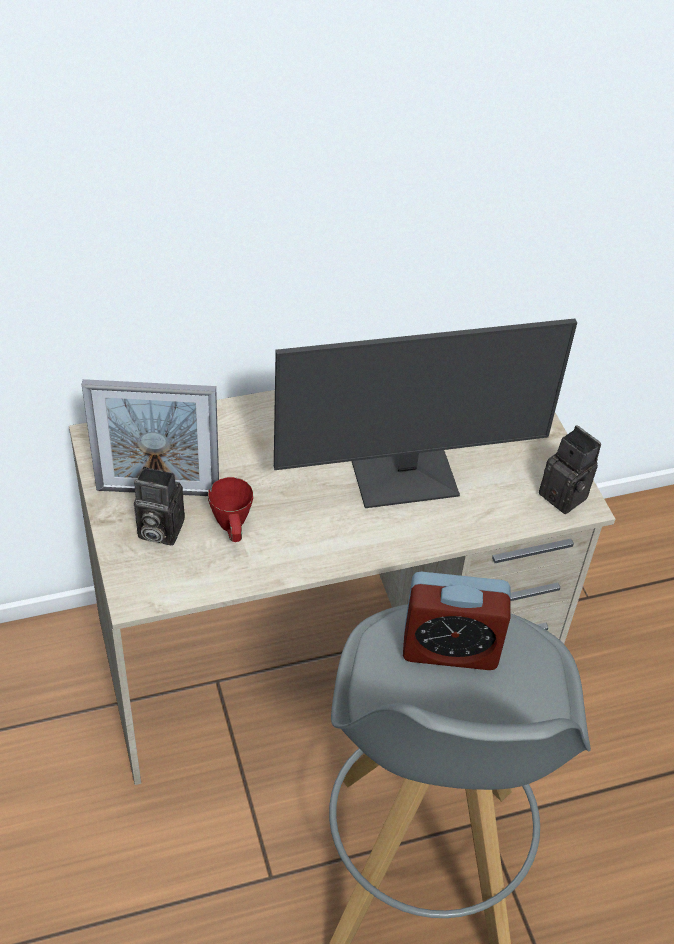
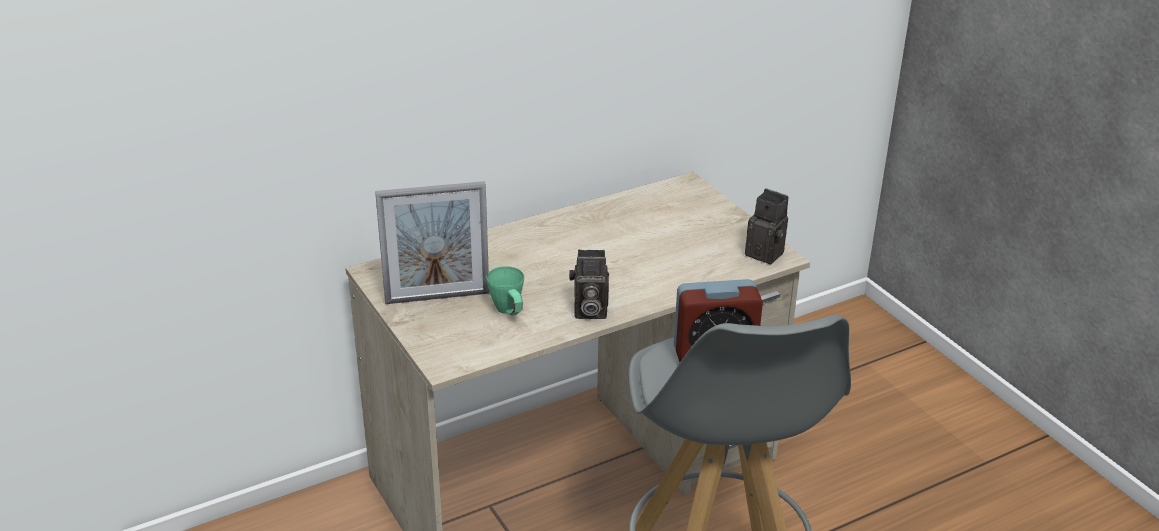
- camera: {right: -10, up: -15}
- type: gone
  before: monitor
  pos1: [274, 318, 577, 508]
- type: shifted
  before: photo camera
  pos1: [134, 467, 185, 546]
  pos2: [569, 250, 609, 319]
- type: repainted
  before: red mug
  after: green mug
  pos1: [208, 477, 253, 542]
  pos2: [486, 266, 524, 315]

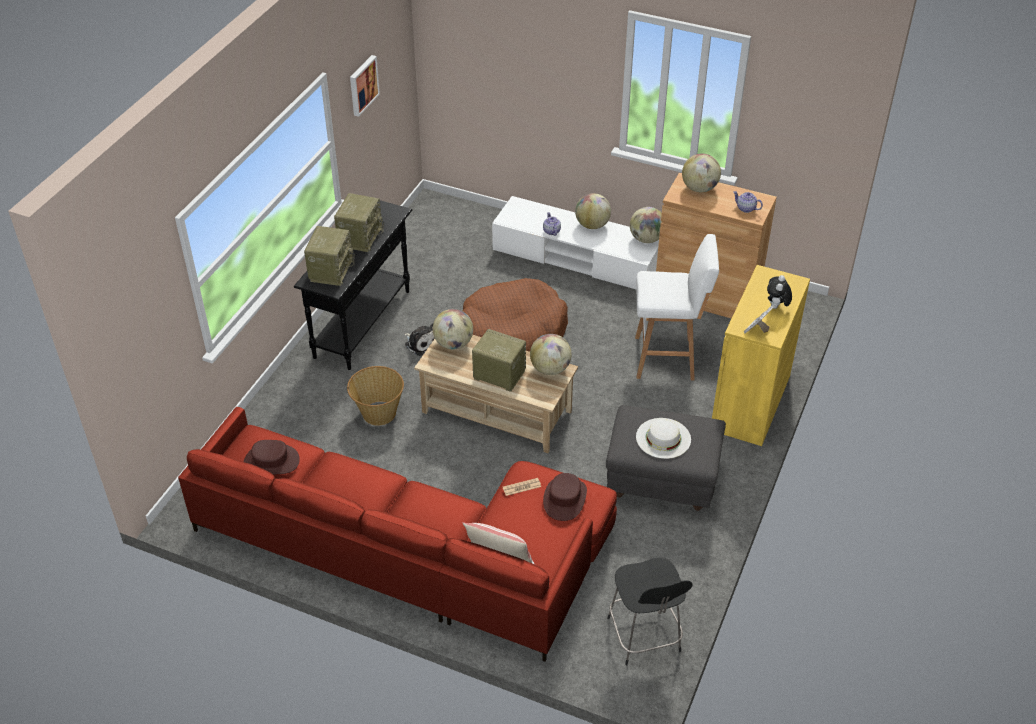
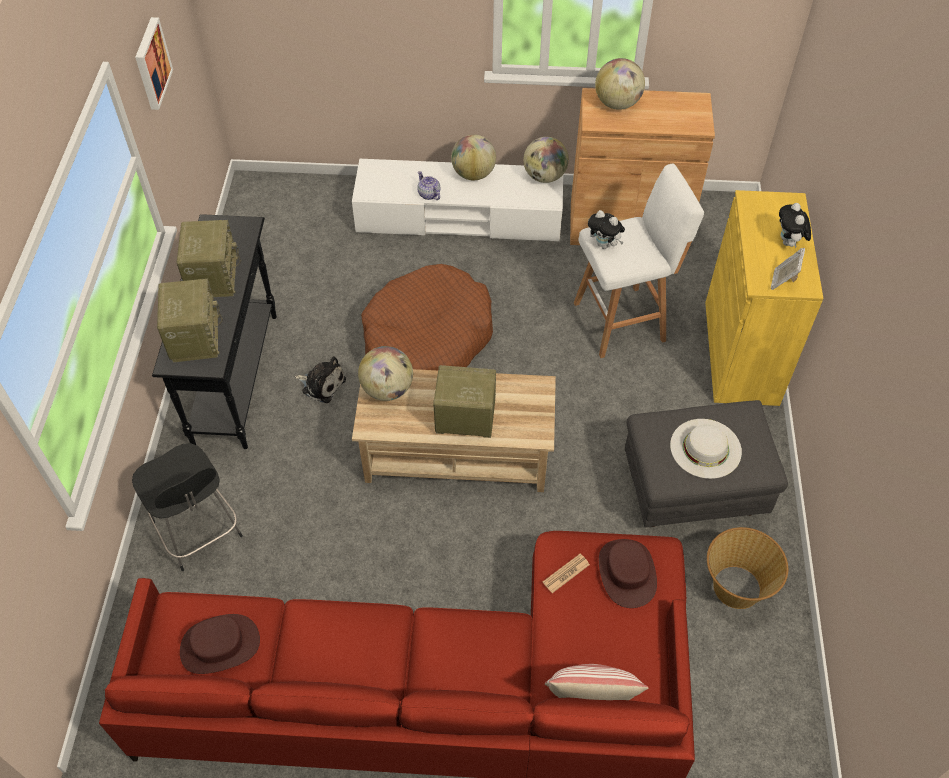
- camera: {right: -20, up: 10}
- type: gone
  before: globe
  pos1: [530, 334, 571, 375]
- type: gone
  before: teapot
  pos1: [733, 191, 763, 213]
- type: new
  after: plush toy
  pos2: [588, 210, 625, 249]
- type: shifted
  before: basket
  pos1: [347, 366, 404, 425]
  pos2: [707, 527, 788, 609]
- type: shifted
  before: black stool
  pos1: [607, 558, 693, 665]
  pos2: [132, 443, 243, 571]

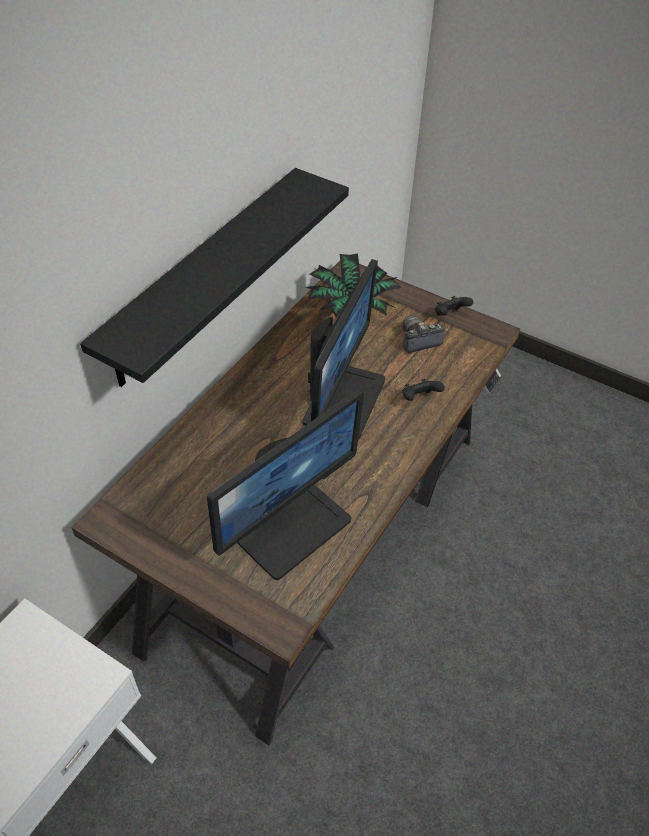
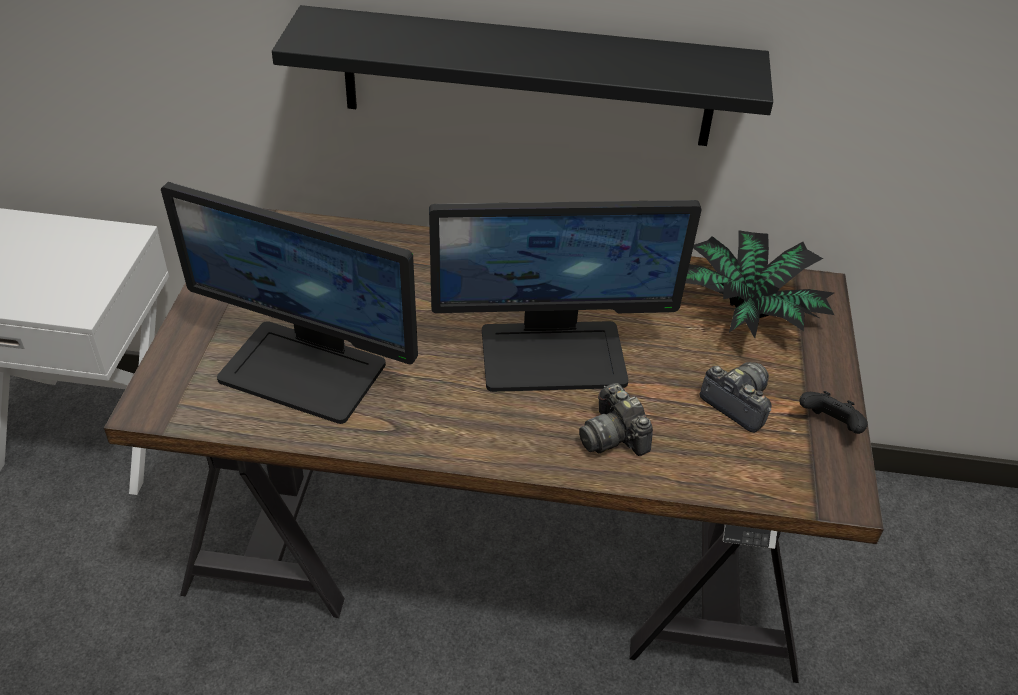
- camera: {right: 65, up: -5}
- type: swapped
  before: black game controller
  after: photo camera
  pos1: [402, 379, 445, 401]
  pos2: [579, 383, 653, 456]

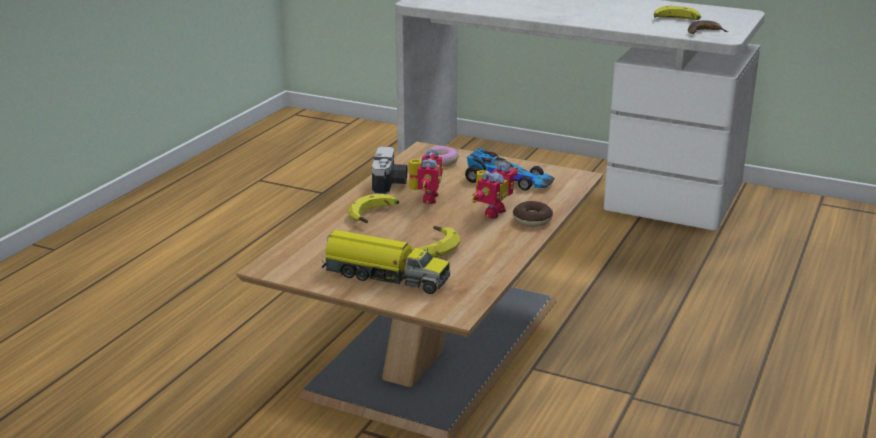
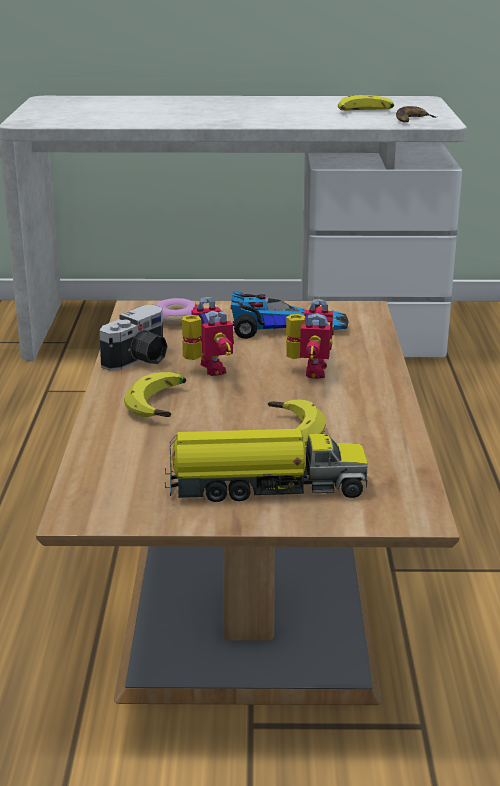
- camera: {right: -25, up: 0}
- type: gone
  before: donut
  pos1: [513, 201, 553, 227]
- type: rotated
  before: photo camera
  pos1: [372, 146, 408, 194]
  pos2: [99, 305, 167, 371]
  turn: 60

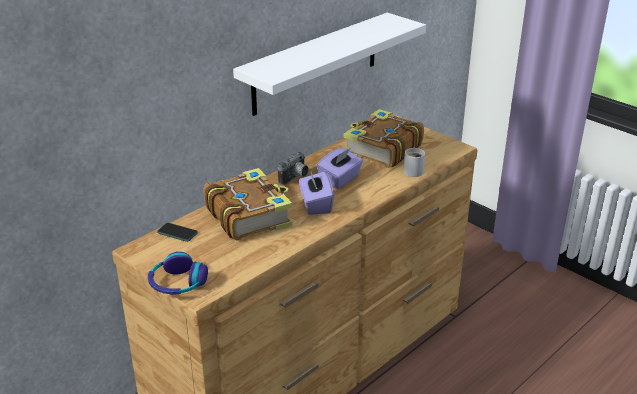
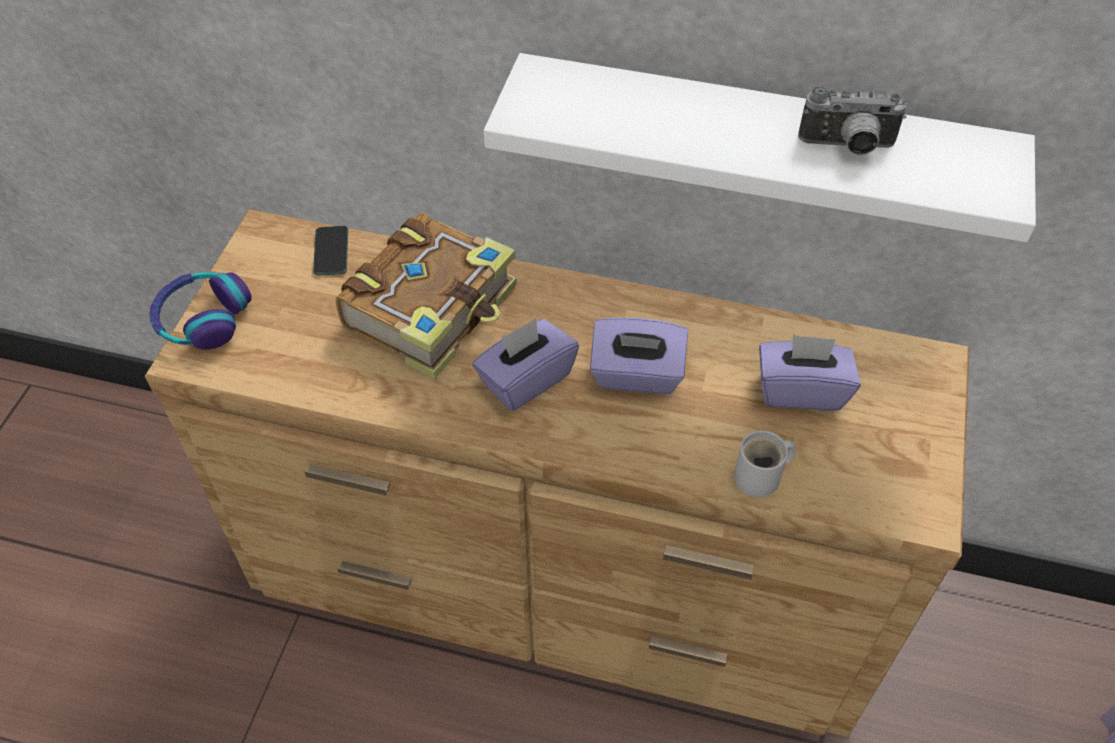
- camera: {right: 60, up: 20}
- type: shifted
  before: photo camera
  pos1: [278, 152, 308, 185]
  pos2: [798, 86, 906, 155]
- type: swapped
  before: book
  after: purple tissue box
  pos1: [343, 109, 424, 168]
  pos2: [759, 334, 861, 411]

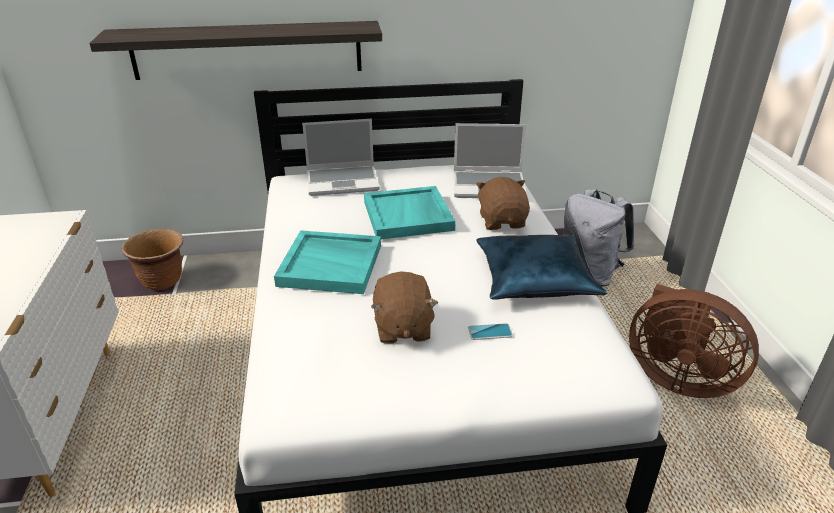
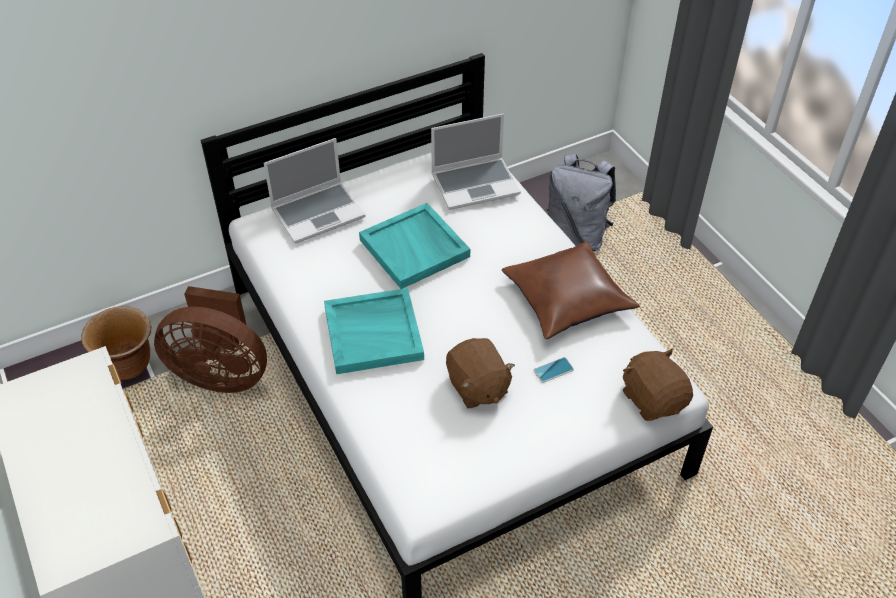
- camera: {right: -20, up: 15}
- type: gone
  before: shelf
  pos1: [89, 21, 382, 80]
- type: shifted
  before: brown plush toy
  pos1: [476, 177, 530, 230]
  pos2: [623, 349, 693, 421]
- type: shifted
  before: brown fan
  pos1: [629, 284, 759, 398]
  pos2: [154, 286, 267, 393]
- type: repainted
  before: blue pillow
  after: brown pillow
  pos1: [476, 235, 607, 300]
  pos2: [502, 241, 640, 339]

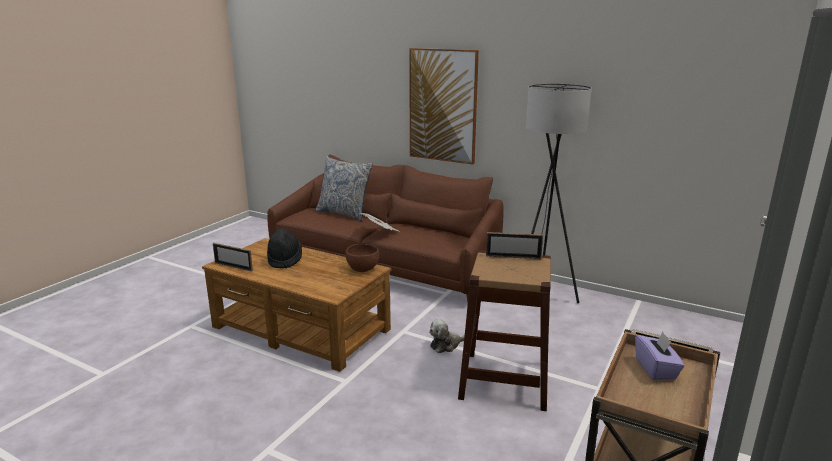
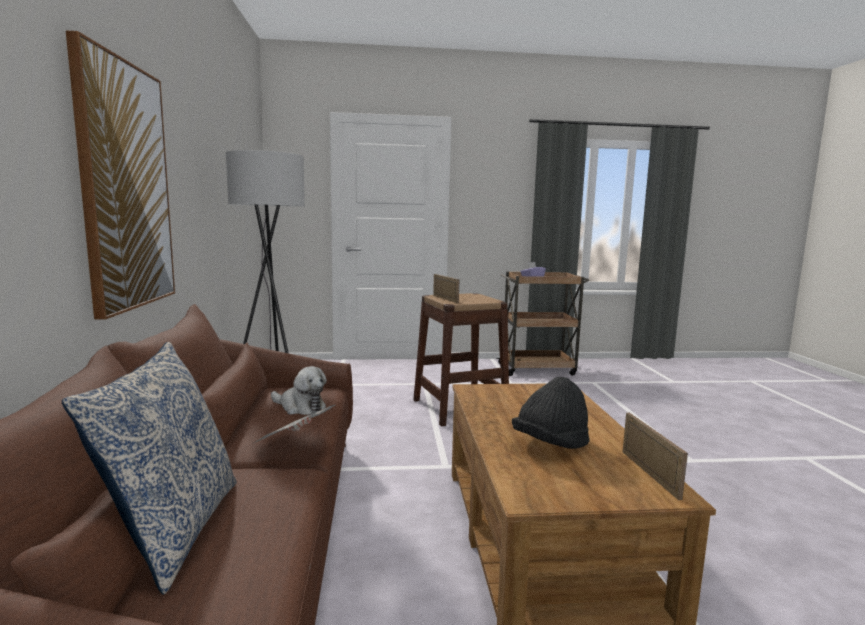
- camera: {right: -125, up: -10}
- type: gone
  before: brown bowl
  pos1: [345, 244, 379, 272]
- type: shifted
  before: plush toy
  pos1: [429, 320, 465, 353]
  pos2: [271, 366, 327, 415]

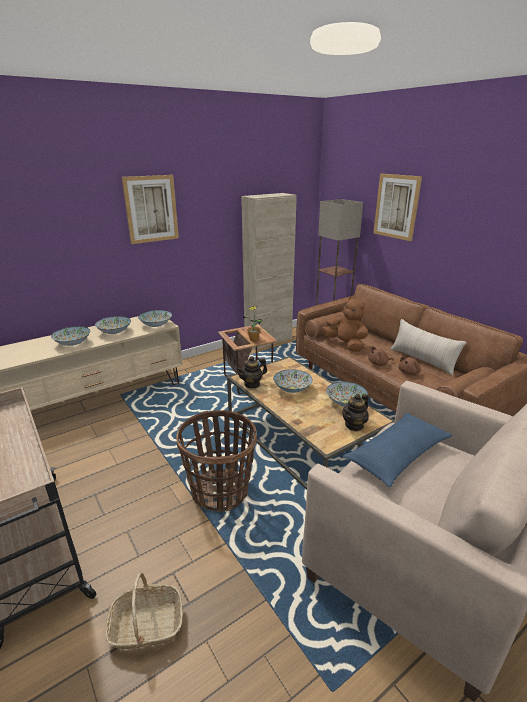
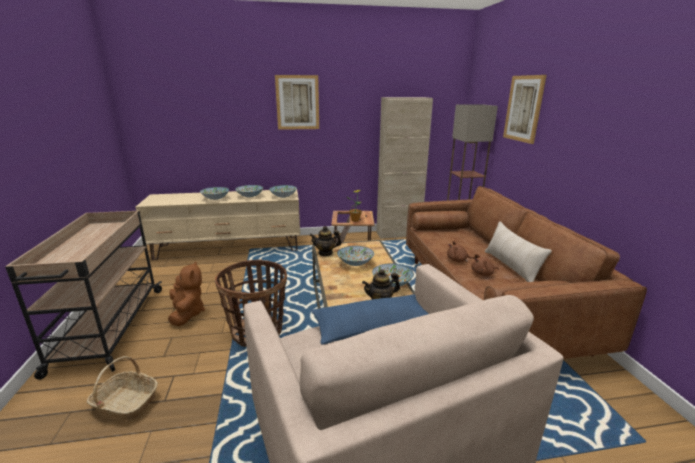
- camera: {right: 25, up: -5}
- type: shifted
  before: brown plush toy
  pos1: [322, 296, 368, 352]
  pos2: [168, 261, 205, 326]

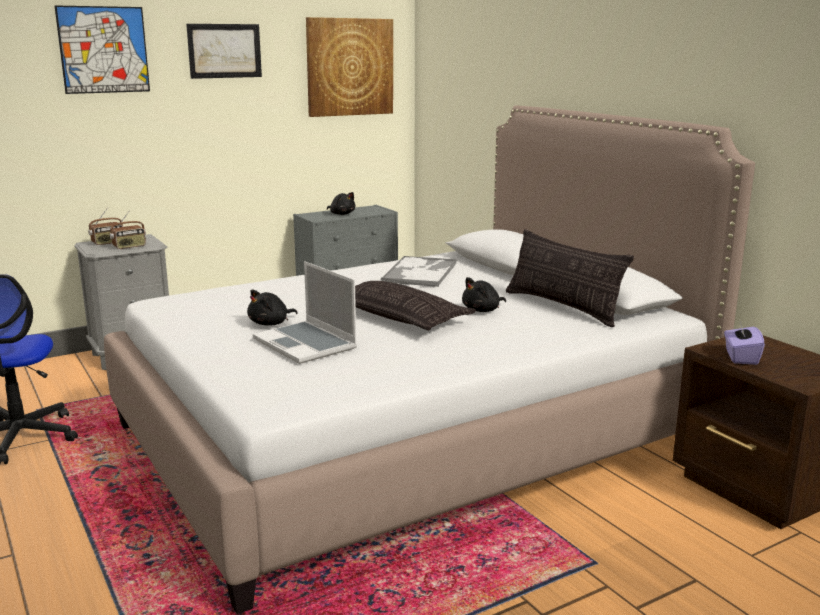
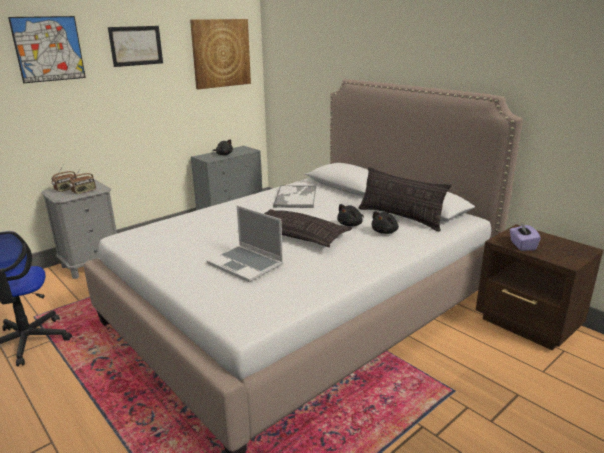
- camera: {right: -10, up: 5}
- type: shifted
  before: black plush toy
  pos1: [247, 289, 298, 326]
  pos2: [371, 211, 399, 234]

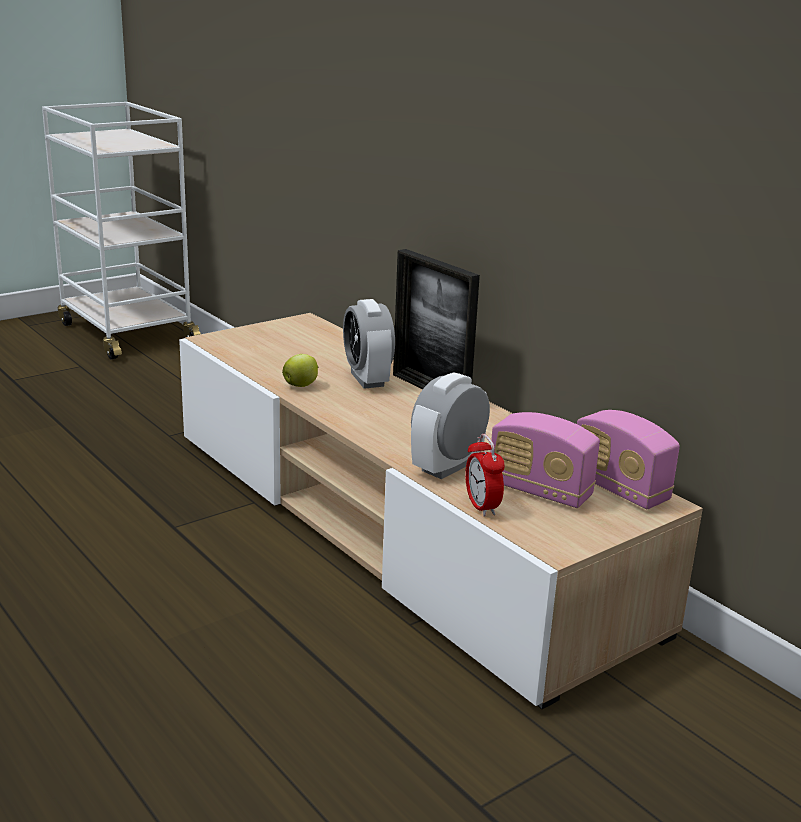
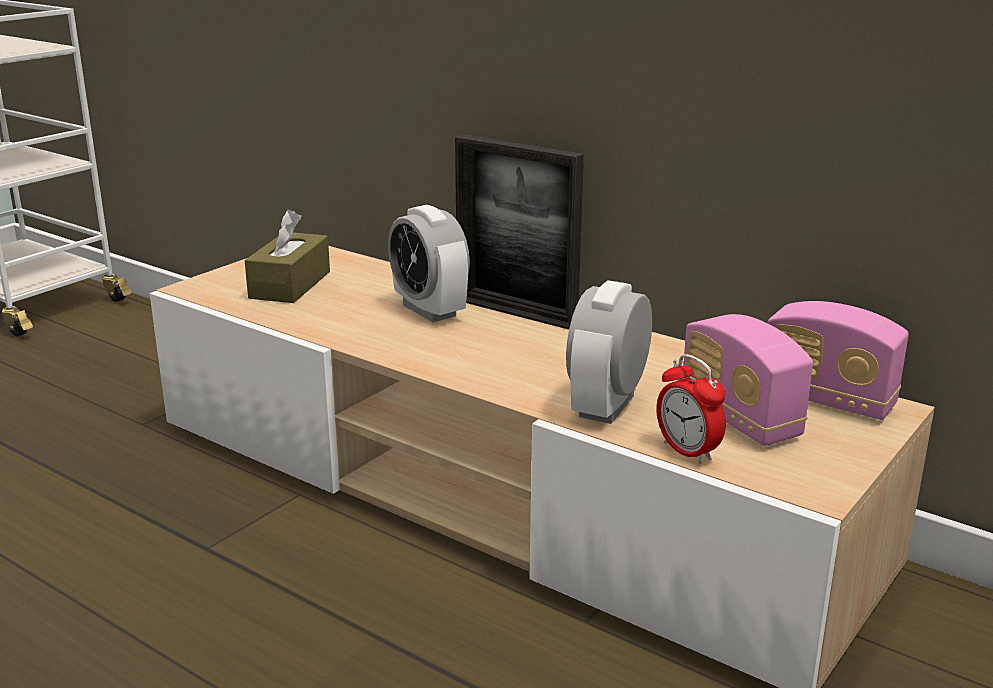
- camera: {right: -15, up: 0}
- type: gone
  before: apple
  pos1: [282, 354, 318, 387]
- type: new
  after: brown tissue box
  pos2: [245, 210, 330, 303]
- type: rotated
  before: radio
  pos1: [490, 412, 600, 508]
  pos2: [682, 314, 813, 446]
  turn: 45

